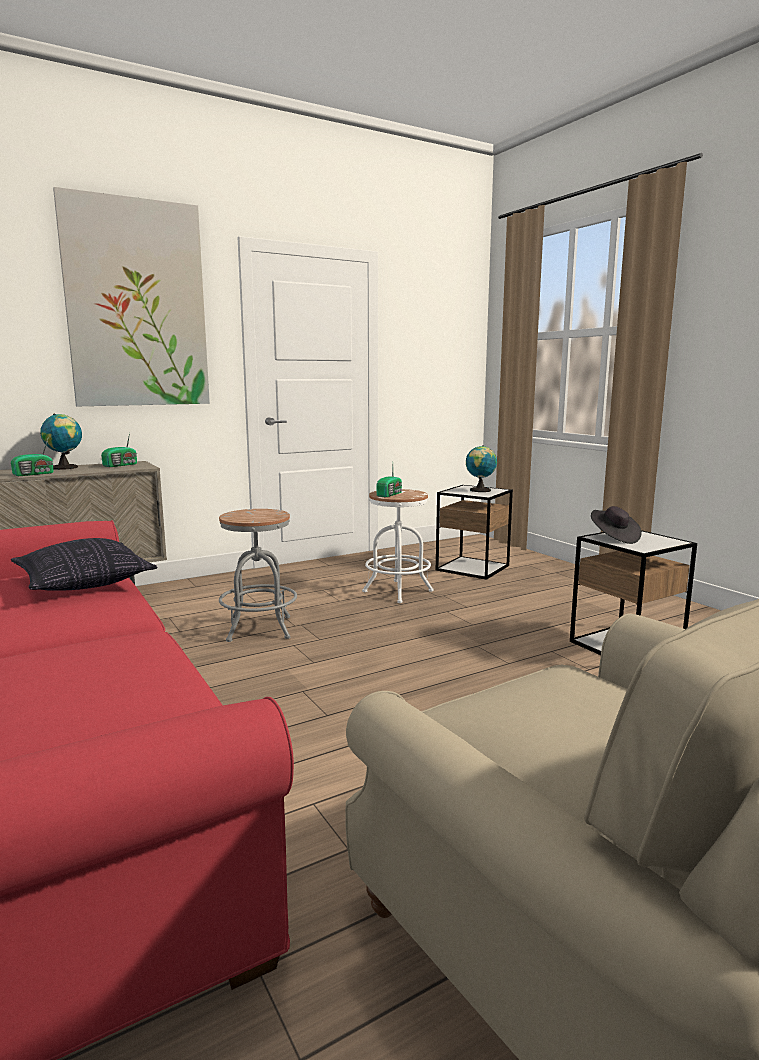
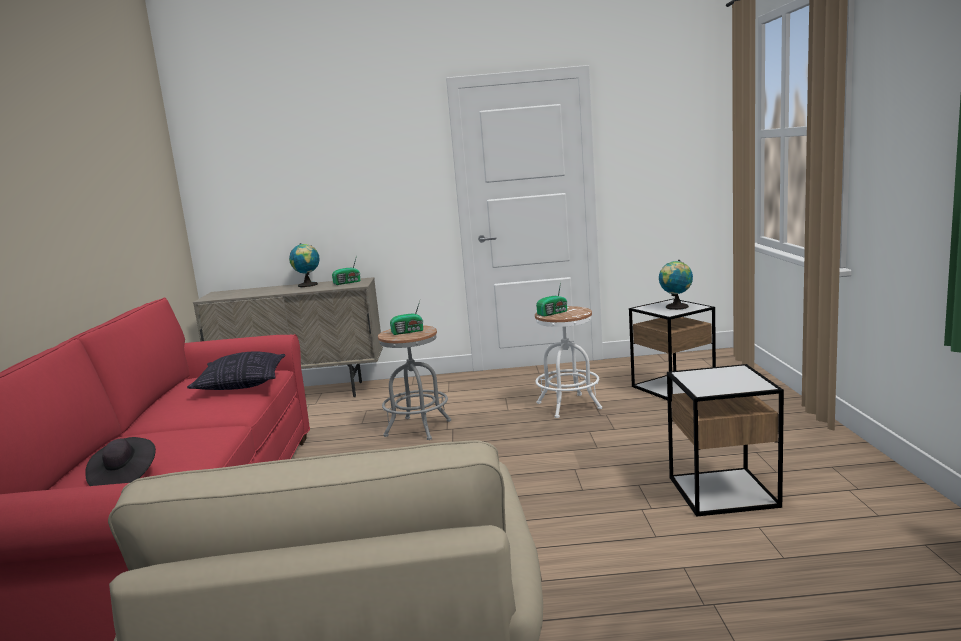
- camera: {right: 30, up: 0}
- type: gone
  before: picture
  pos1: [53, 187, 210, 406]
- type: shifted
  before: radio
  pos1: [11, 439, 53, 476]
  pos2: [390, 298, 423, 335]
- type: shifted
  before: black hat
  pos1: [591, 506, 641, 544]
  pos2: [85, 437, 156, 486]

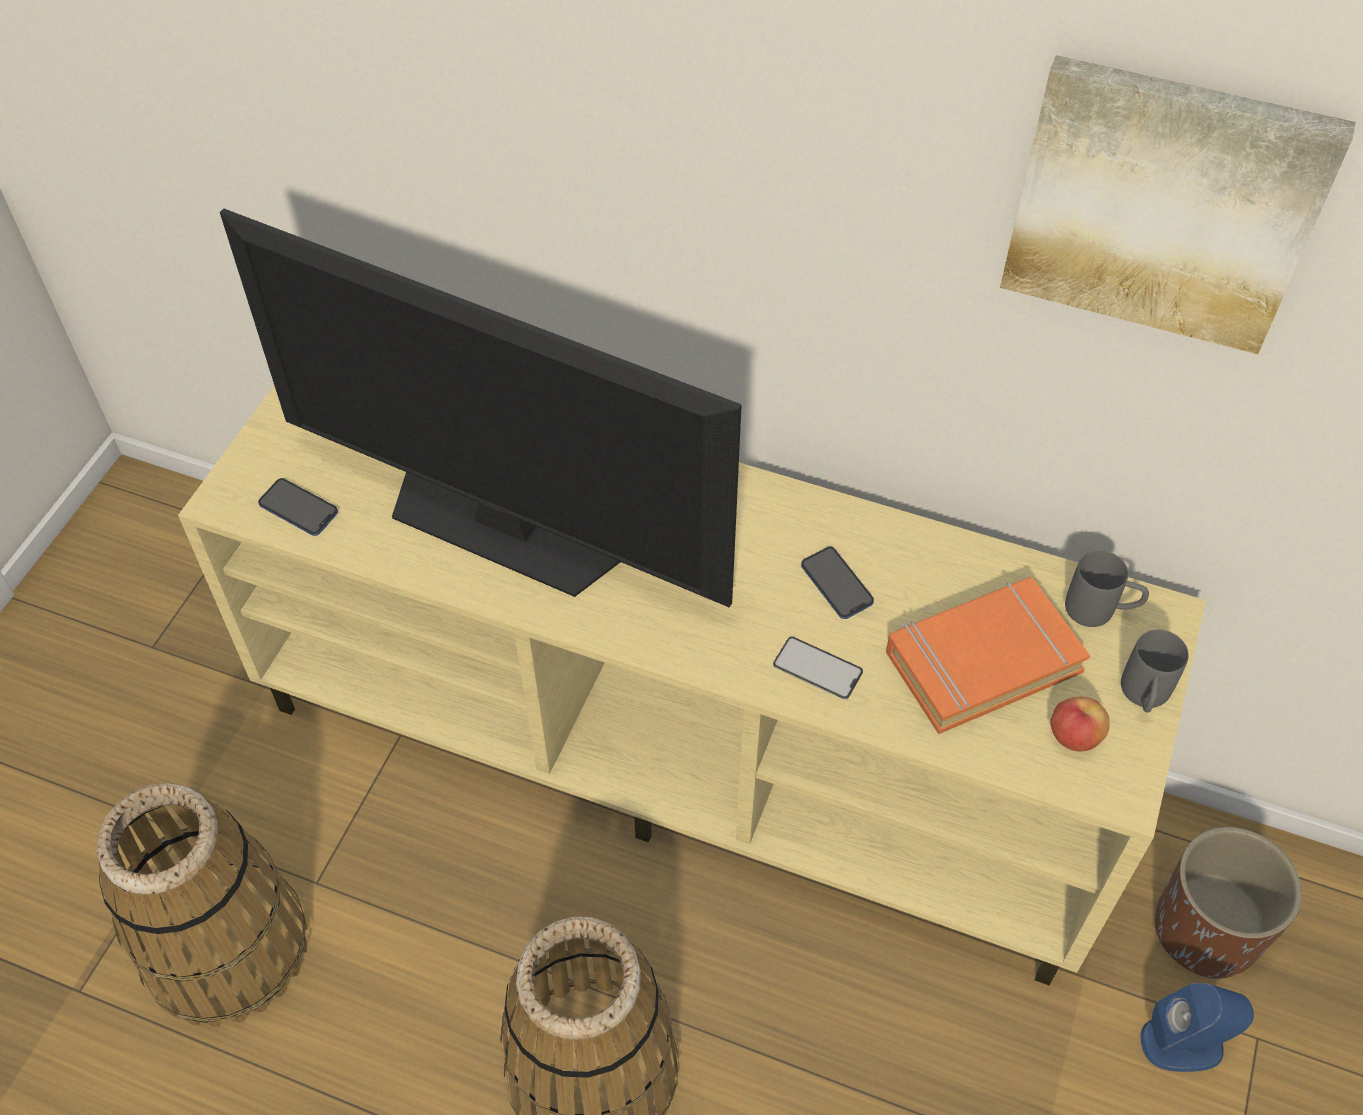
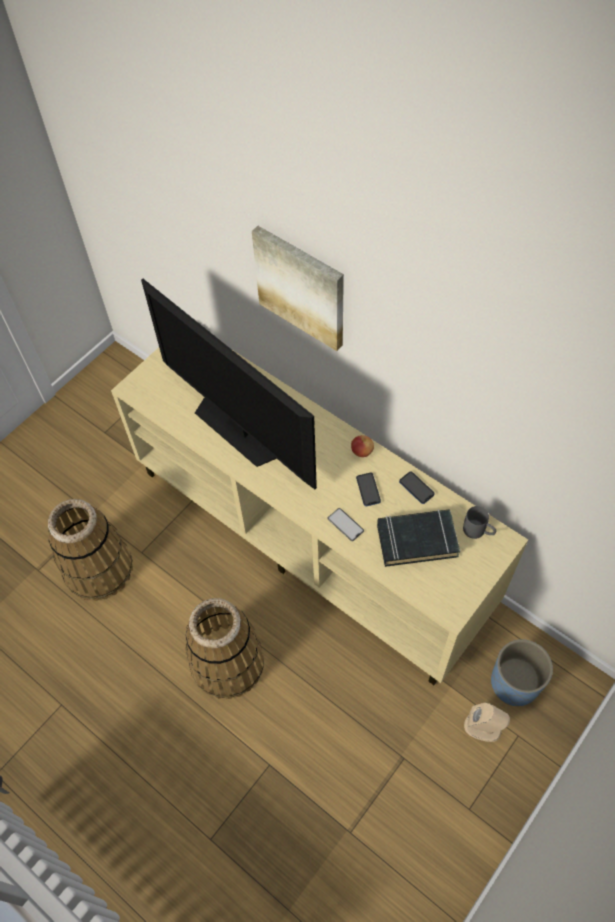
- camera: {right: 20, up: 5}
- type: gone
  before: grey mug
  pos1: [1121, 629, 1189, 713]
- type: shifted
  before: phone
  pos1: [258, 478, 338, 536]
  pos2: [399, 471, 435, 504]
- type: shifted
  before: picture
  pos1: [1000, 55, 1356, 354]
  pos2: [252, 226, 344, 351]
- type: shifted
  before: apple
  pos1: [1050, 697, 1110, 751]
  pos2: [351, 435, 374, 457]
- type: repainted
  before: orange book
  after: black book
  pos1: [886, 577, 1090, 734]
  pos2: [377, 509, 460, 567]
- type: repainted
  before: blue speaker
  after: beige speaker
  pos1: [1140, 983, 1254, 1072]
  pos2: [464, 702, 510, 742]
- type: repainted
  before: brown planter
  after: blue planter
  pos1: [1155, 827, 1302, 980]
  pos2: [491, 639, 553, 706]

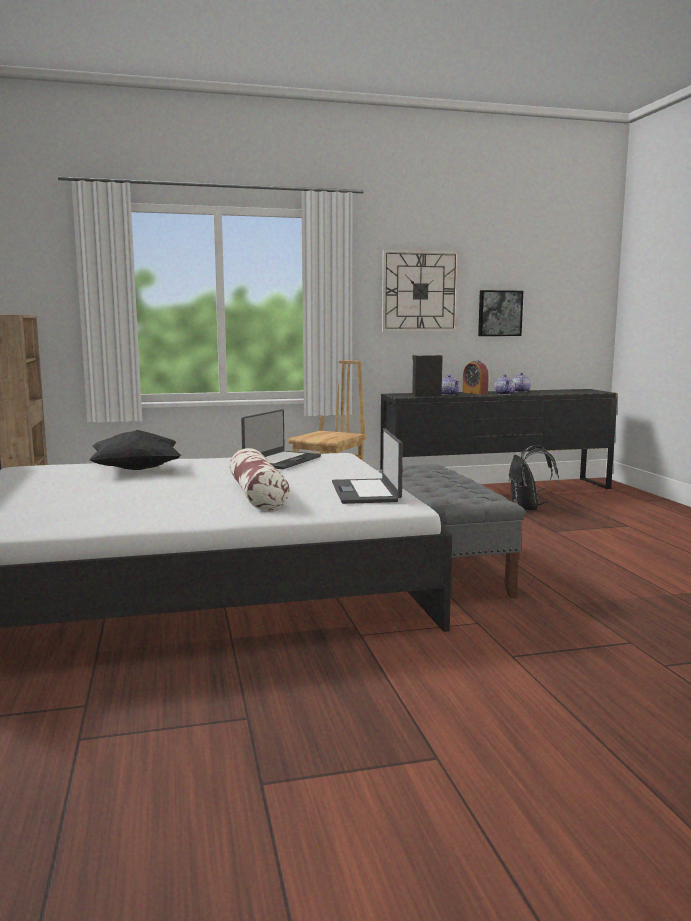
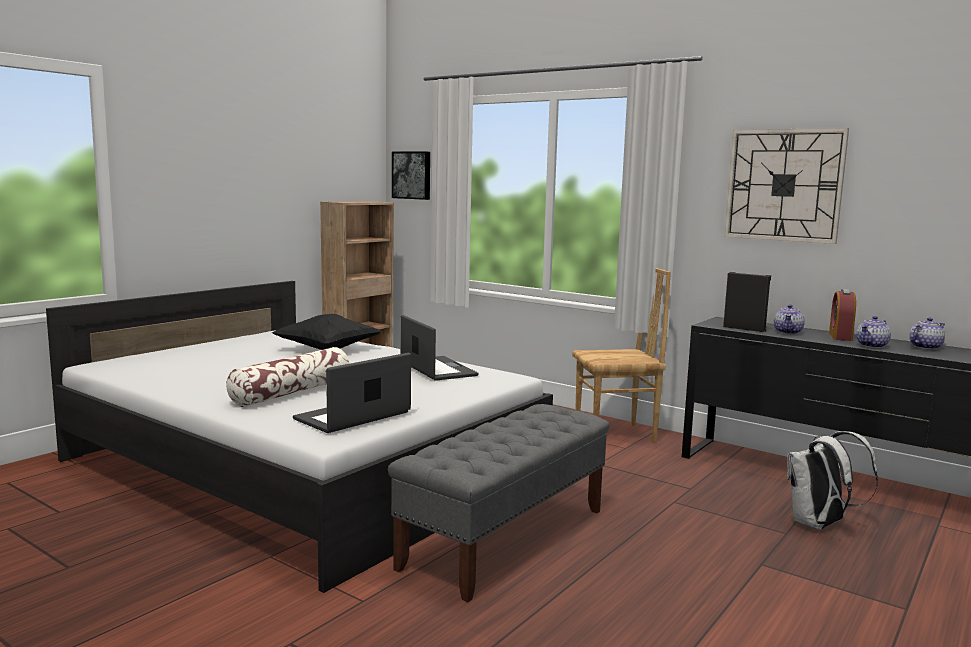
- camera: {right: 50, up: 0}
- type: shifted
  before: picture
  pos1: [478, 290, 523, 336]
  pos2: [392, 152, 430, 200]
- type: repainted
  before: black backpack
  after: white backpack
  pos1: [509, 445, 559, 510]
  pos2: [787, 431, 878, 530]
- type: rotated
  before: laptop
  pos1: [241, 409, 321, 469]
  pos2: [400, 315, 479, 381]
  turn: -105

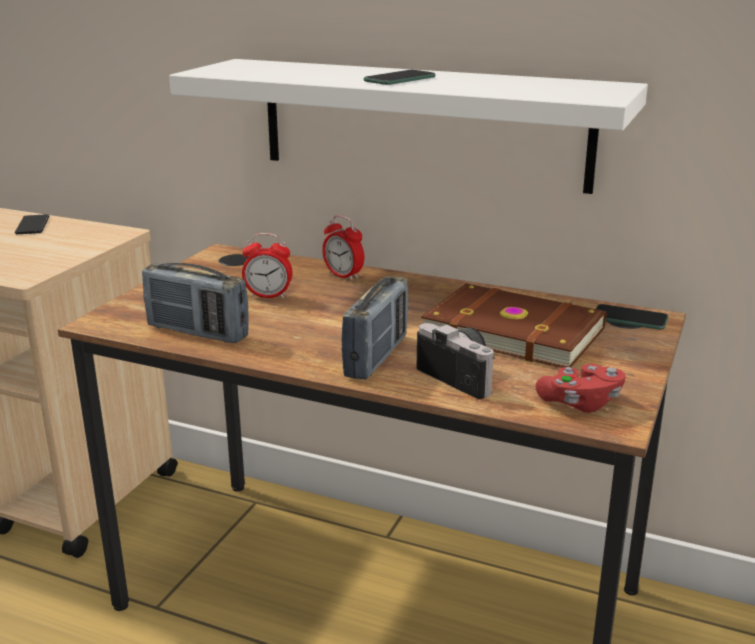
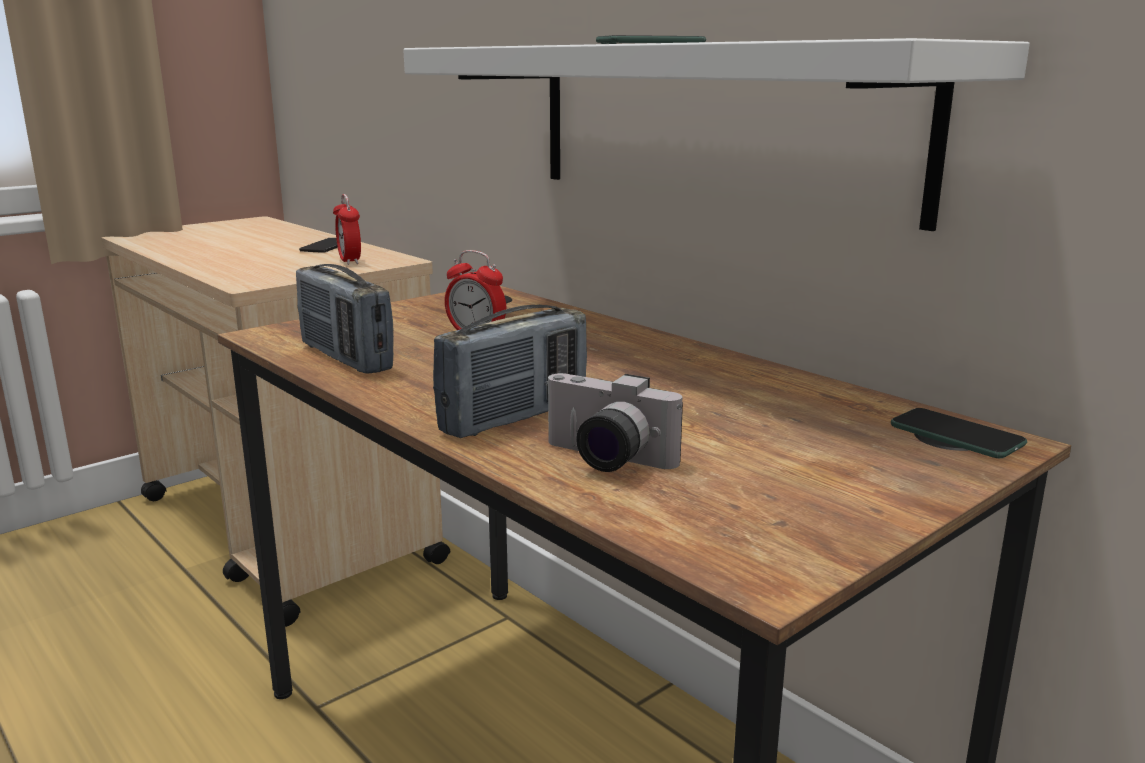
- camera: {right: 25, up: -5}
- type: gone
  before: brown book
  pos1: [421, 283, 606, 368]
- type: gone
  before: red game controller
  pos1: [536, 364, 626, 413]
- type: shifted
  before: alarm clock
  pos1: [322, 215, 364, 281]
  pos2: [333, 194, 361, 265]
- type: rotated
  before: photo camera
  pos1: [417, 323, 495, 399]
  pos2: [545, 373, 683, 472]
  turn: 135

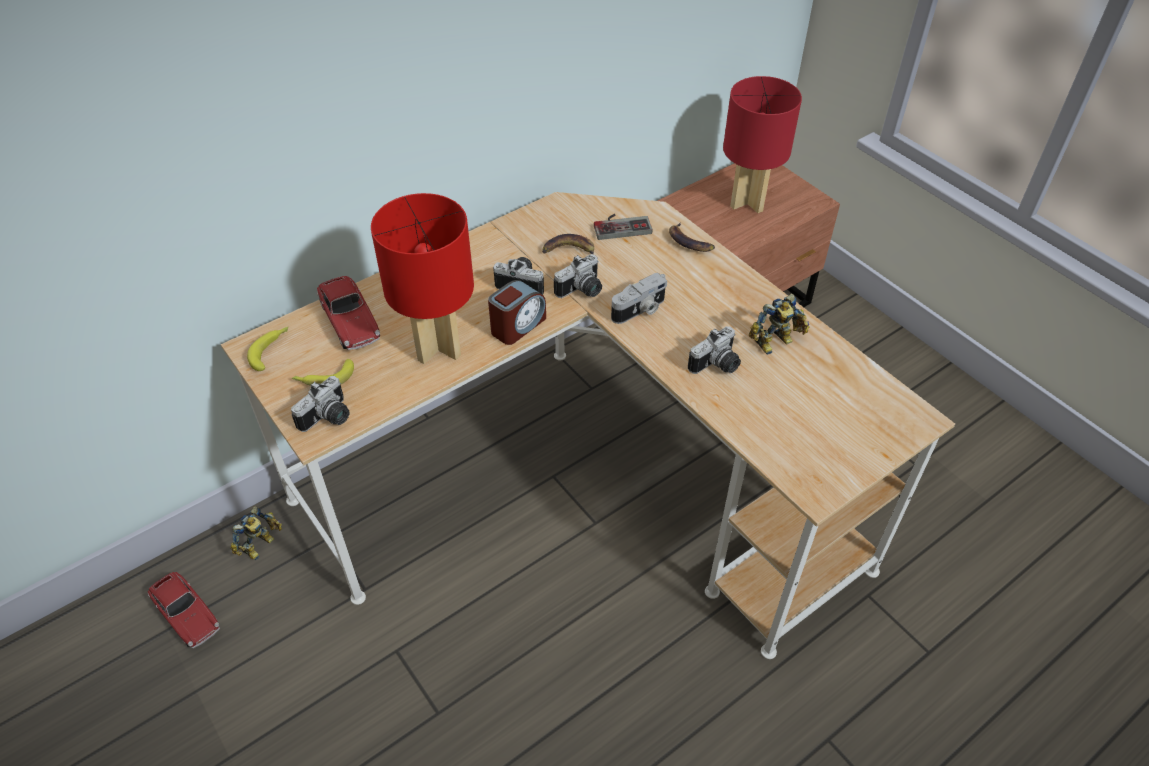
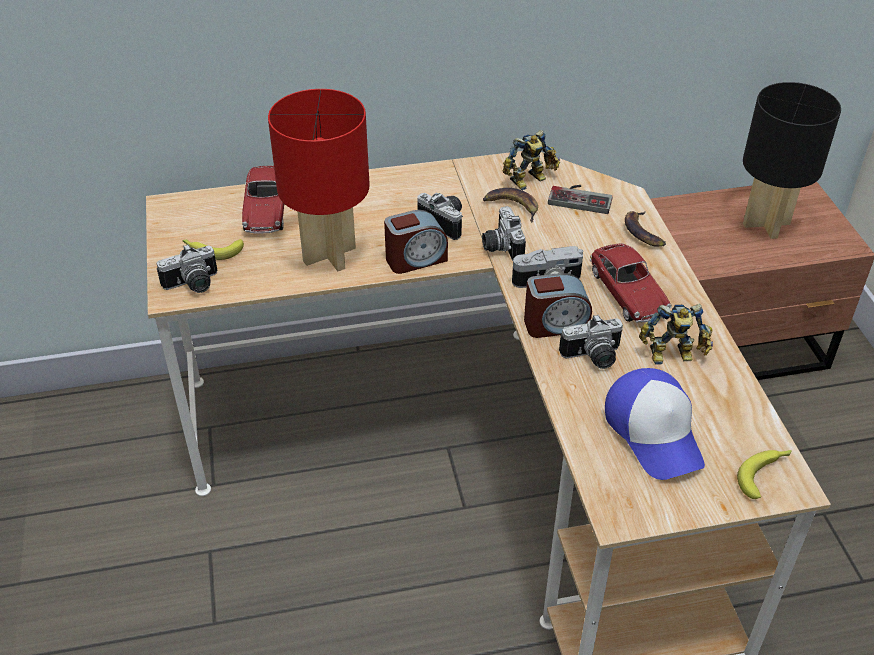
- camera: {right: 25, up: -5}
- type: new
  after: alarm clock
  pos2: [524, 273, 592, 338]
- type: new
  after: cap
  pos2: [605, 368, 705, 480]
- type: shifted
  before: toy car
  pos1: [148, 572, 220, 648]
  pos2: [590, 243, 672, 323]
- type: shifted
  before: toy robot
  pos1: [230, 506, 282, 560]
  pos2: [502, 130, 560, 190]
- type: shifted
  before: banana
  pos1: [247, 327, 288, 371]
  pos2: [737, 450, 792, 499]
- type: repainted
  before: red table lamp
  after: black table lamp
  pos1: [723, 76, 802, 213]
  pos2: [743, 82, 841, 239]
- type: rotated
  before: photo camera
  pos1: [554, 254, 602, 298]
  pos2: [482, 206, 526, 261]
  turn: 90

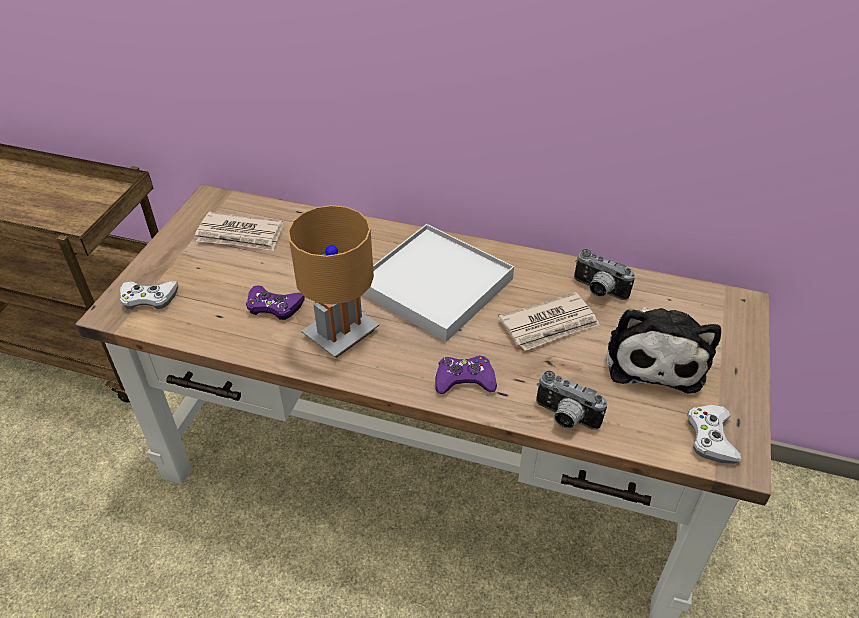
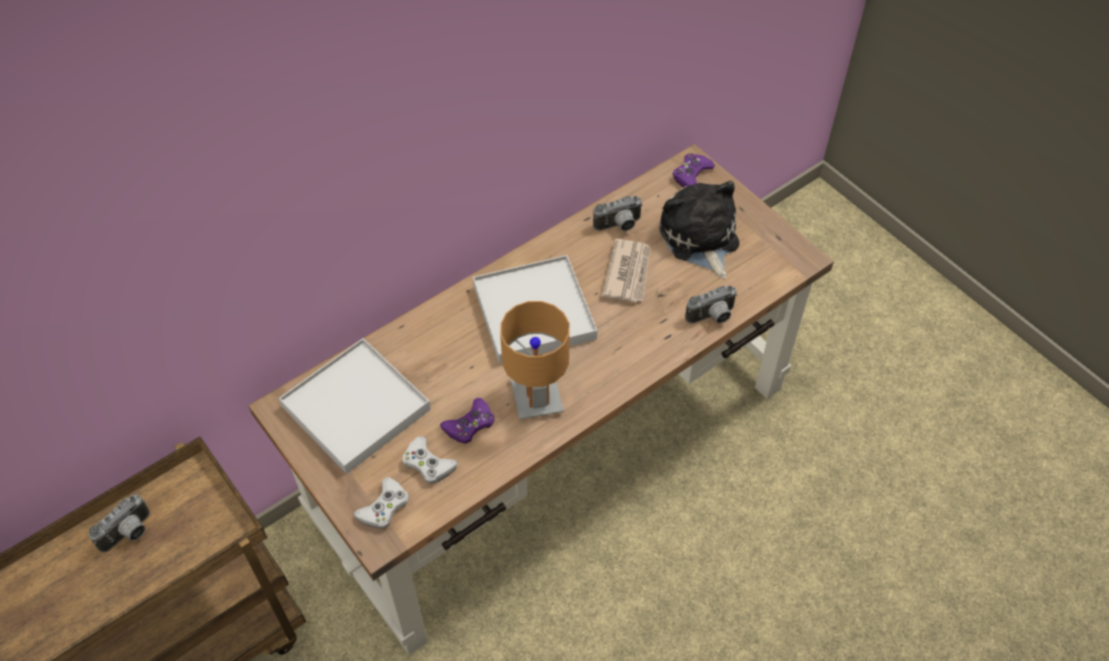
- camera: {right: -55, up: 10}
- type: new
  after: photo camera
  pos2: [89, 494, 150, 553]
- type: shifted
  before: purple game controller
  pos1: [435, 356, 497, 394]
  pos2: [673, 154, 715, 187]
- type: shifted
  before: white game controller
  pos1: [687, 405, 742, 464]
  pos2: [402, 436, 458, 484]
- type: swapped
  before: newspaper
  after: white tray
  pos1: [195, 212, 283, 251]
  pos2: [279, 338, 431, 474]
- type: rotated
  before: plush toy
  pos1: [606, 307, 721, 394]
  pos2: [659, 181, 739, 278]
  turn: -150

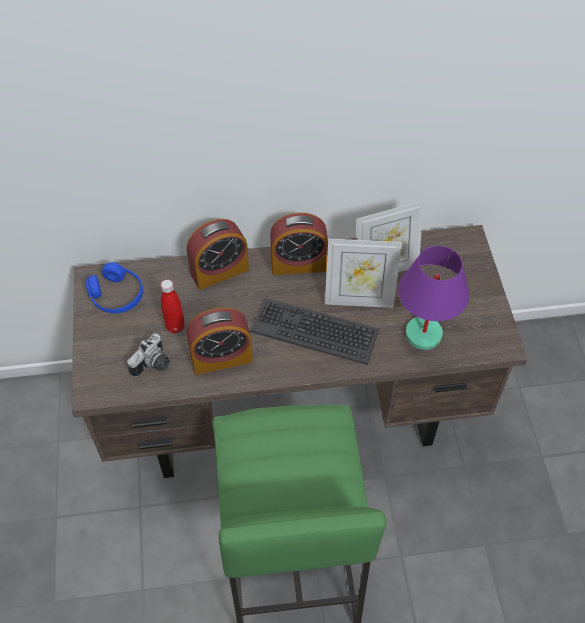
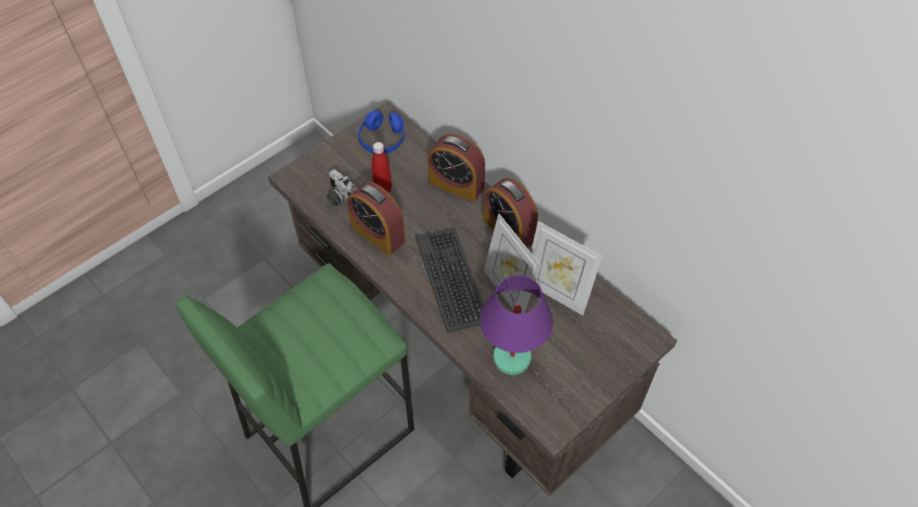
- camera: {right: 55, up: 0}
- type: rotated
  before: photo camera
  pos1: [127, 333, 170, 377]
  pos2: [327, 169, 358, 206]
  turn: 45

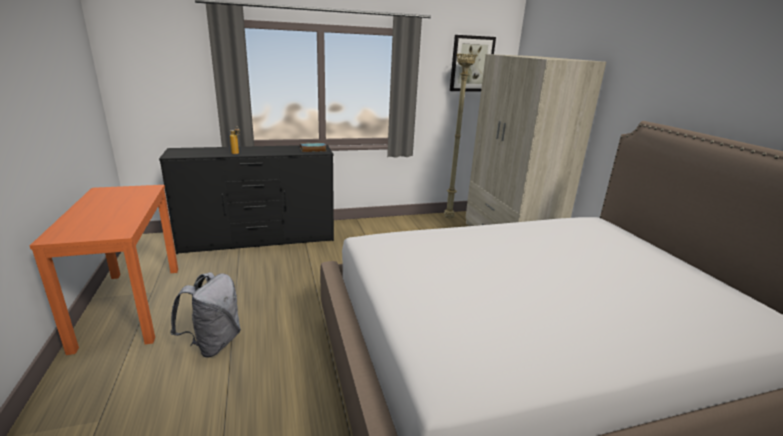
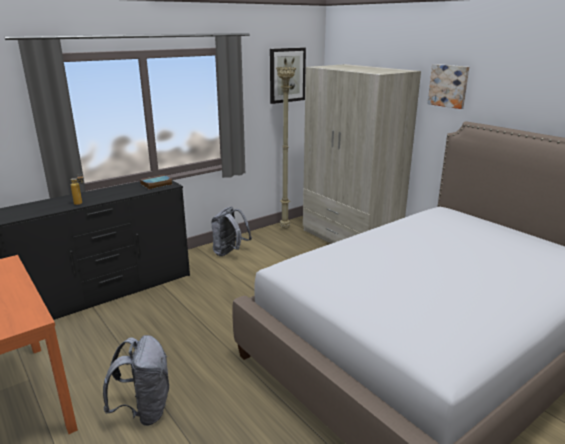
- camera: {right: -20, up: 0}
- type: new
  after: grey backpack
  pos2: [211, 207, 252, 256]
- type: new
  after: picture
  pos2: [428, 64, 469, 109]

